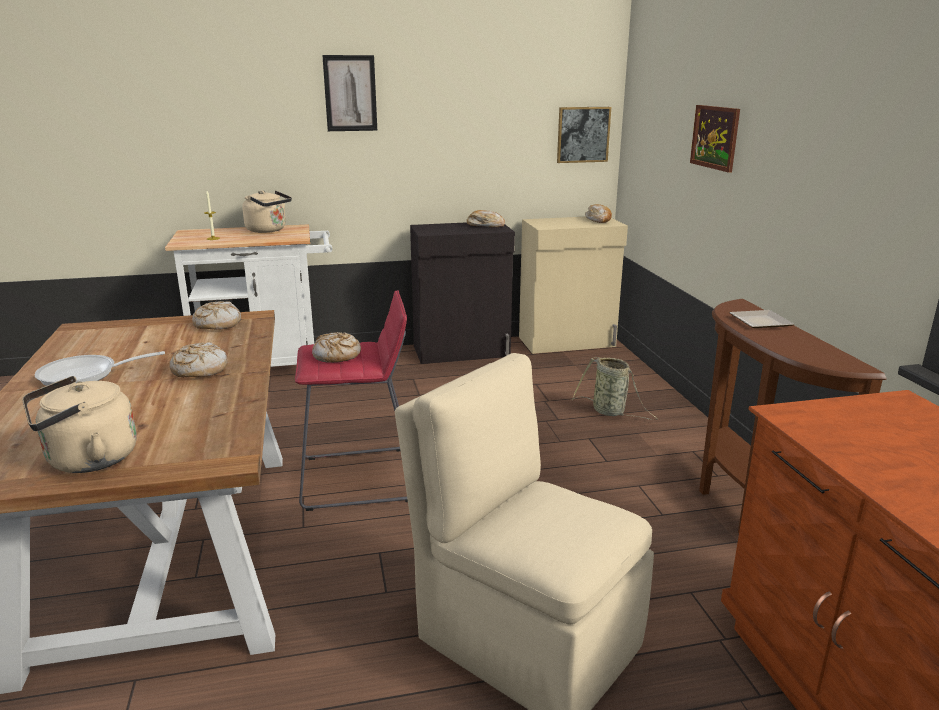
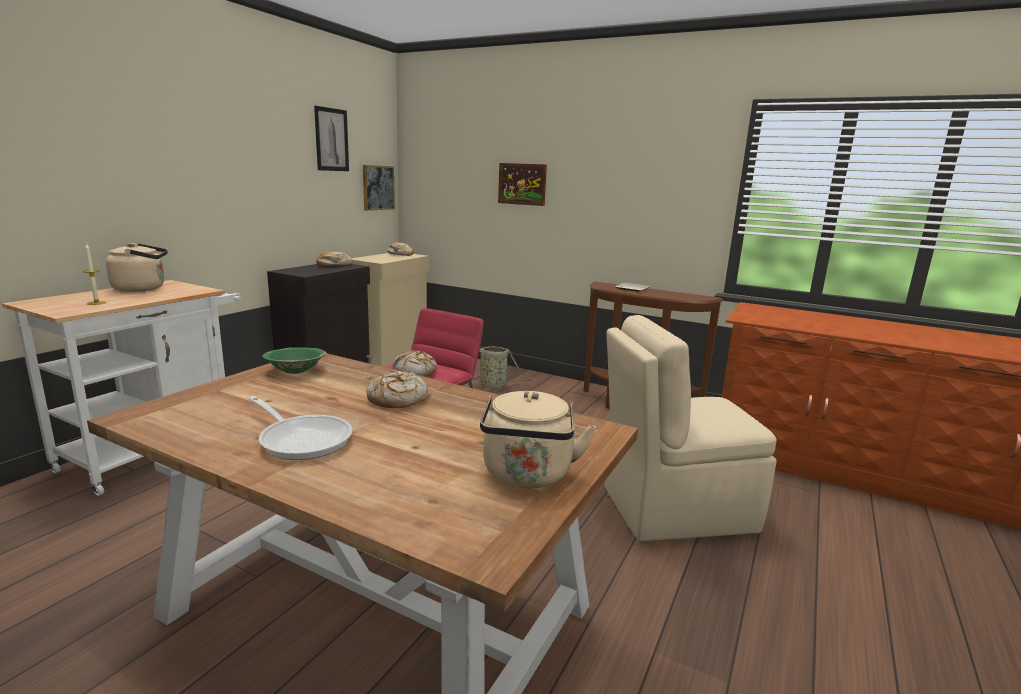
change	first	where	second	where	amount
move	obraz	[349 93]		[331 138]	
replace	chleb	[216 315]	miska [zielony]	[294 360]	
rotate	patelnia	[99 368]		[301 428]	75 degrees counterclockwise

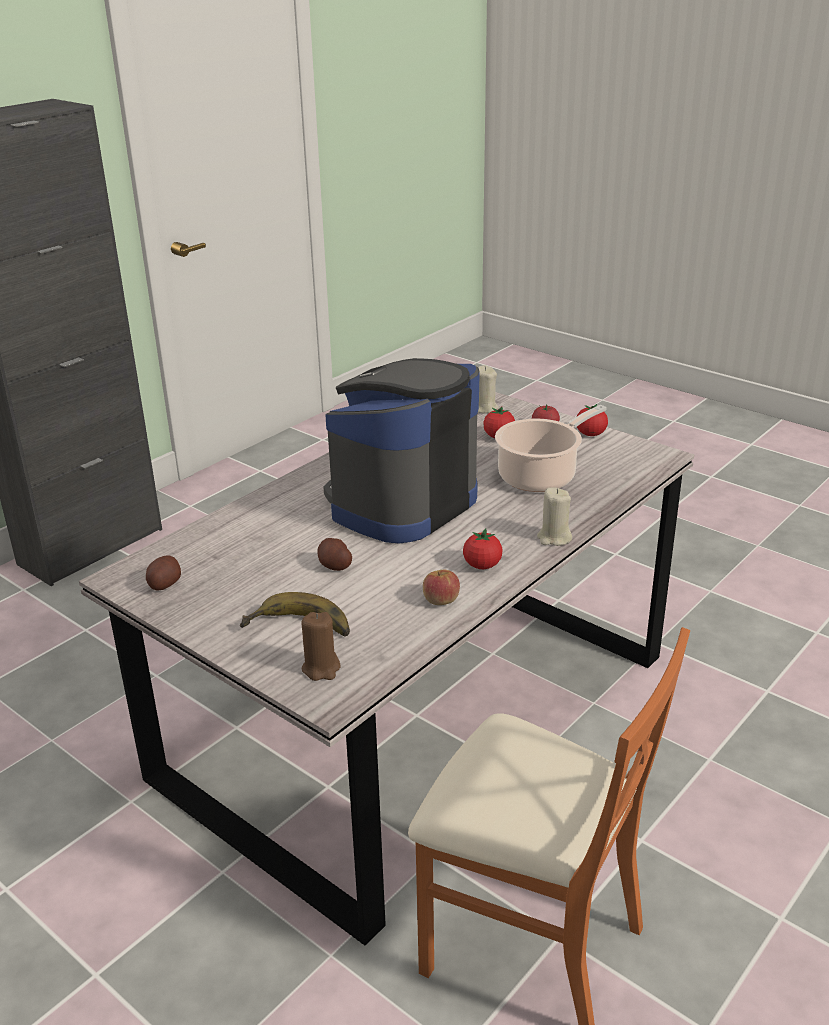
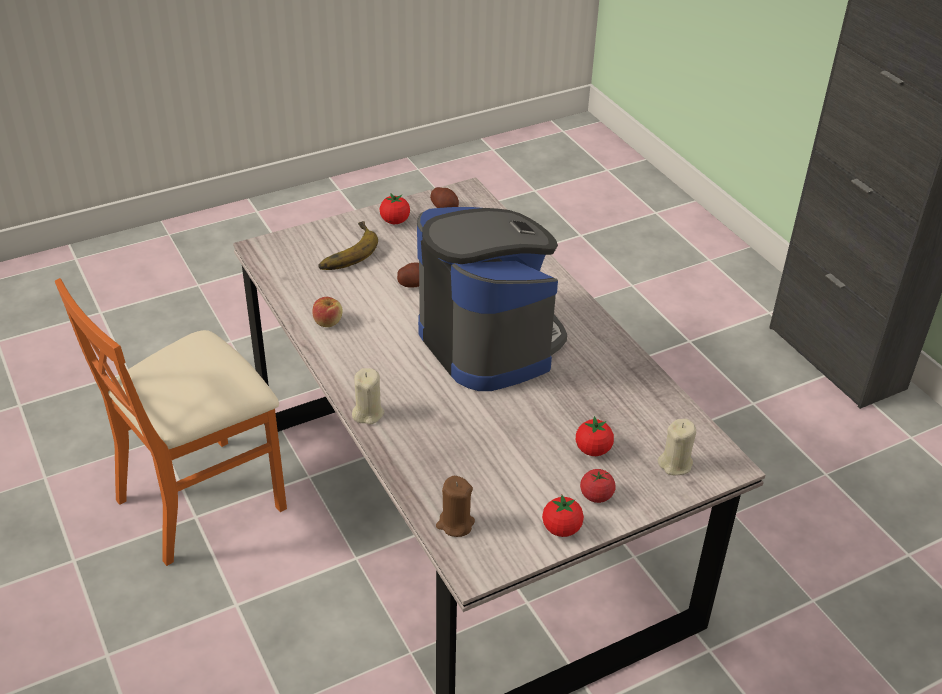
change	first	where	second	where	amount
delete	garnek	[551 448]			
move	świeca [brązowy]	[320 646]		[455 506]	
move	pomidor	[482 549]		[395 208]	

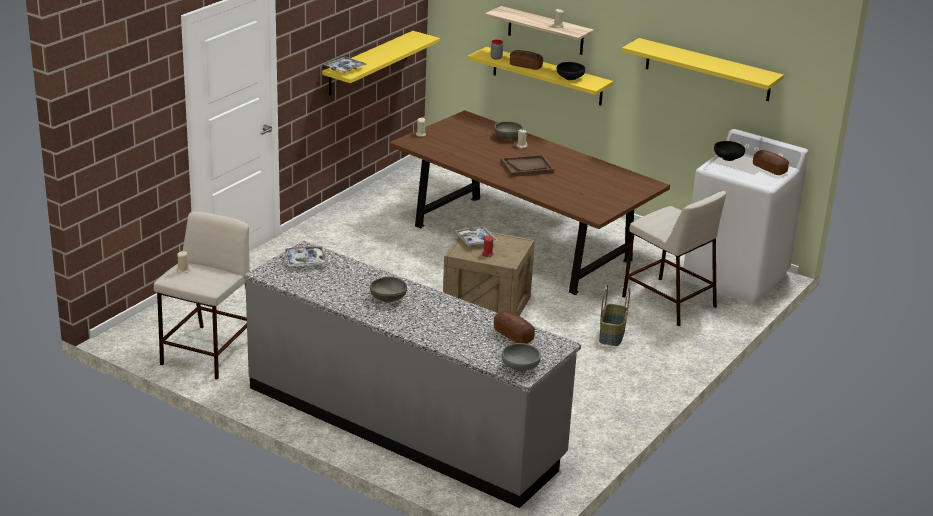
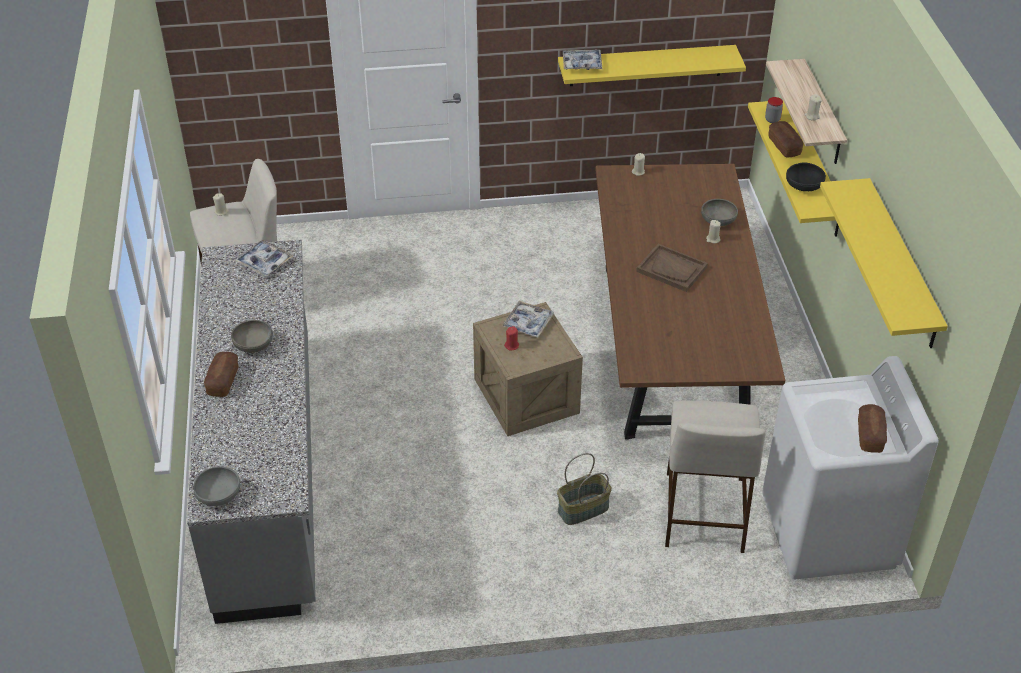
change	first	where	second	where	amount
delete	miska [czarny]	[729 151]			
move	chleb	[514 327]		[221 374]	

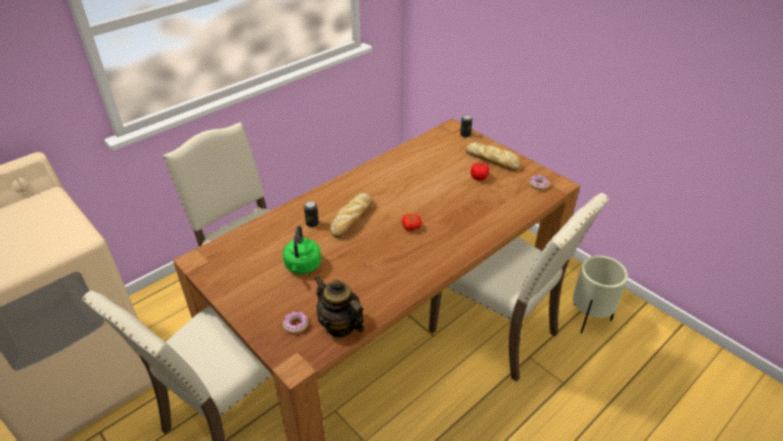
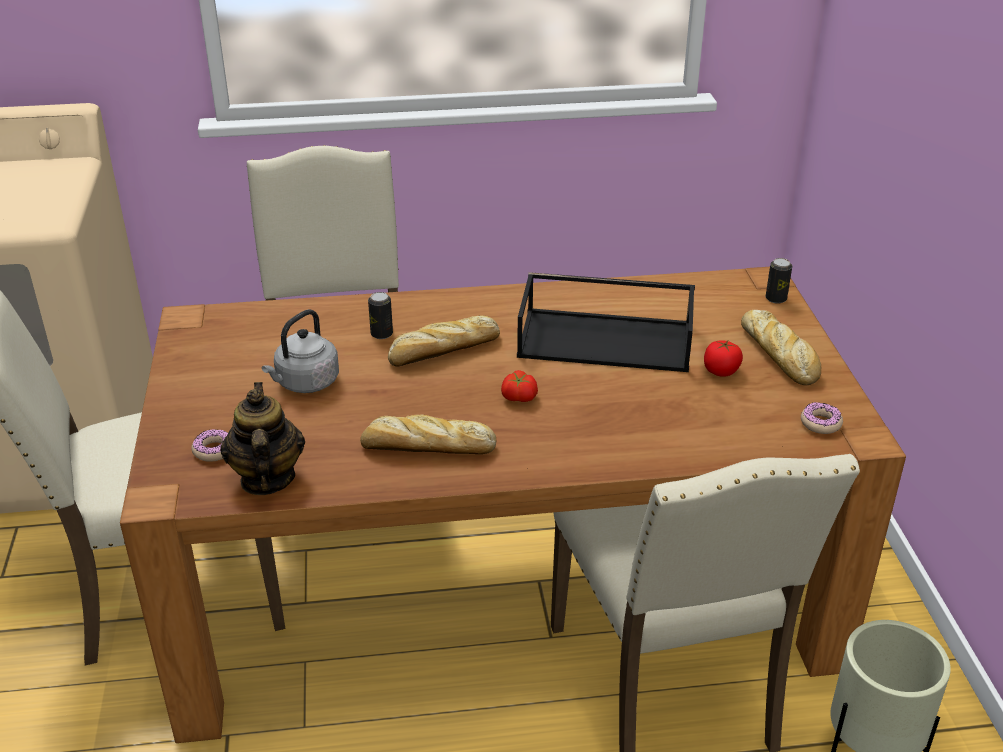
change	first	where	second	where	amount
insert			chleb	[428 434]	
insert			taca [czarny]	[606 322]	
recolor	czajnik [zielony]	[302 250]	czajnik [szary]	[300 351]	

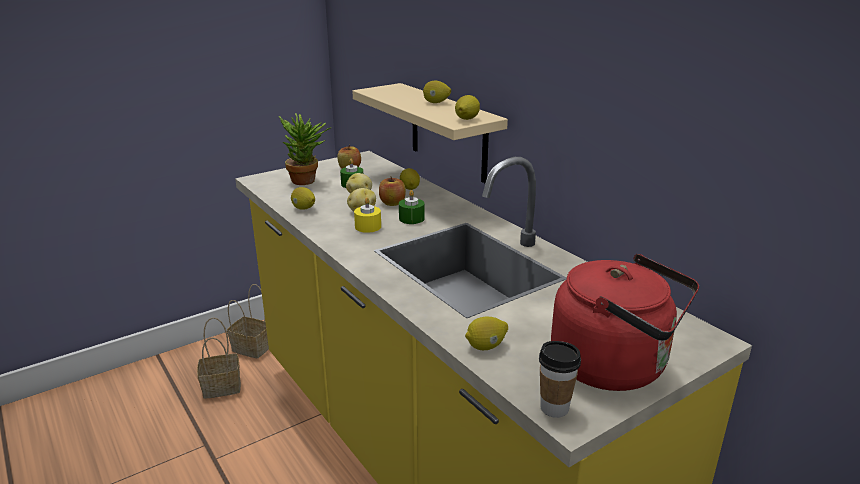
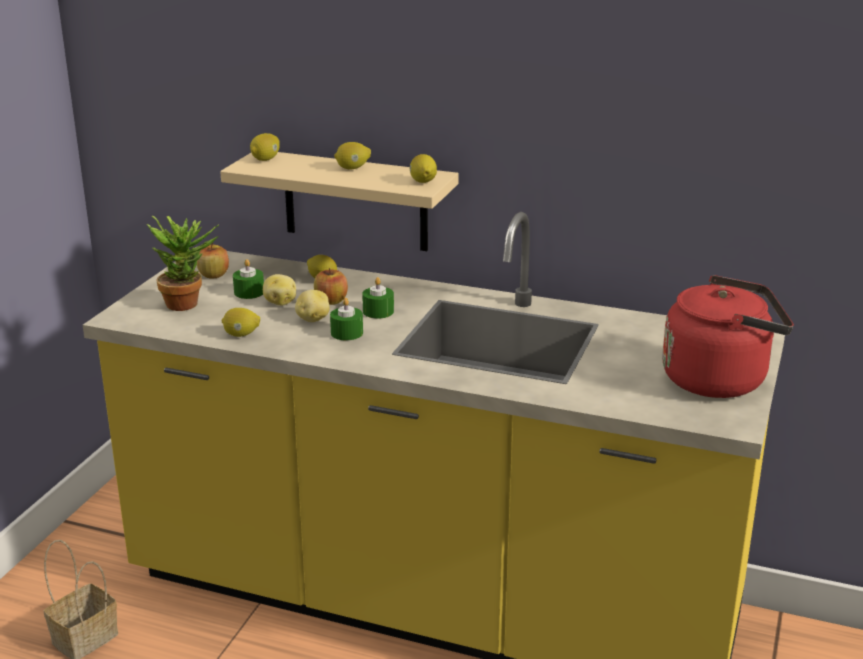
change	first	where	second	where	amount
delete	koszyk	[248 321]			
delete	filiżanka	[560 379]			
move	cytryna	[486 333]		[265 147]	
recolor	świeca [żółty]	[367 215]	świeca [zielony]	[346 319]	

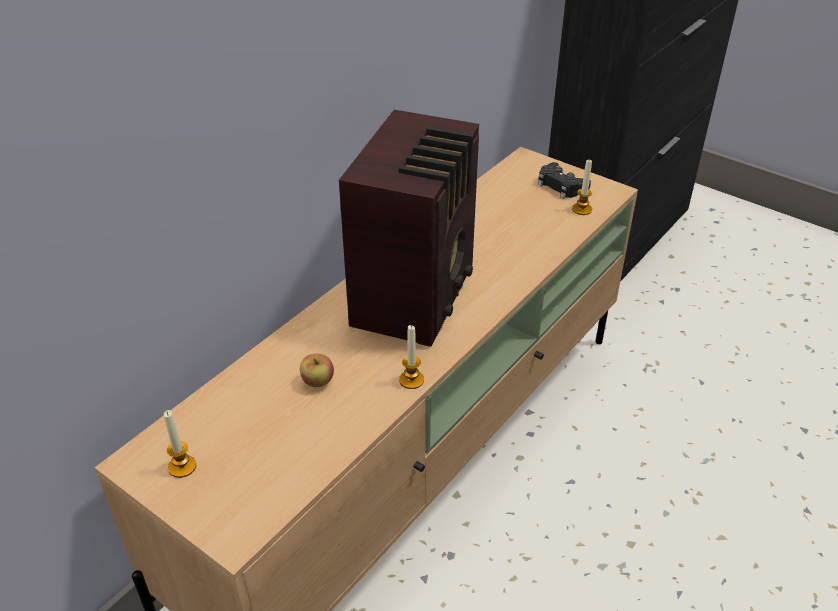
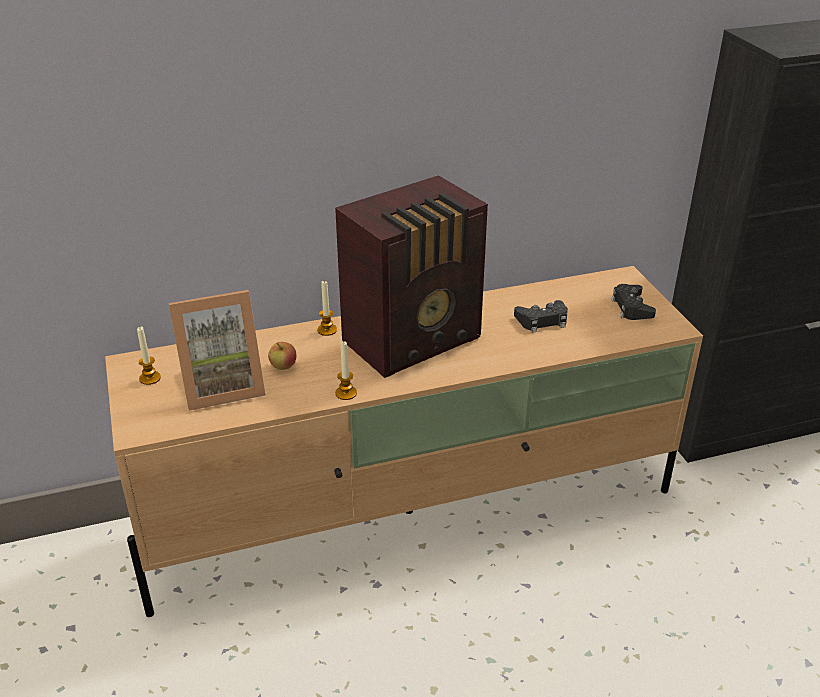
change	first	where	second	where	amount
insert			ramka na zdjęcie	[217 350]	
insert			pad do gier [czarny]	[541 316]	
move	świeca	[582 187]		[327 308]	

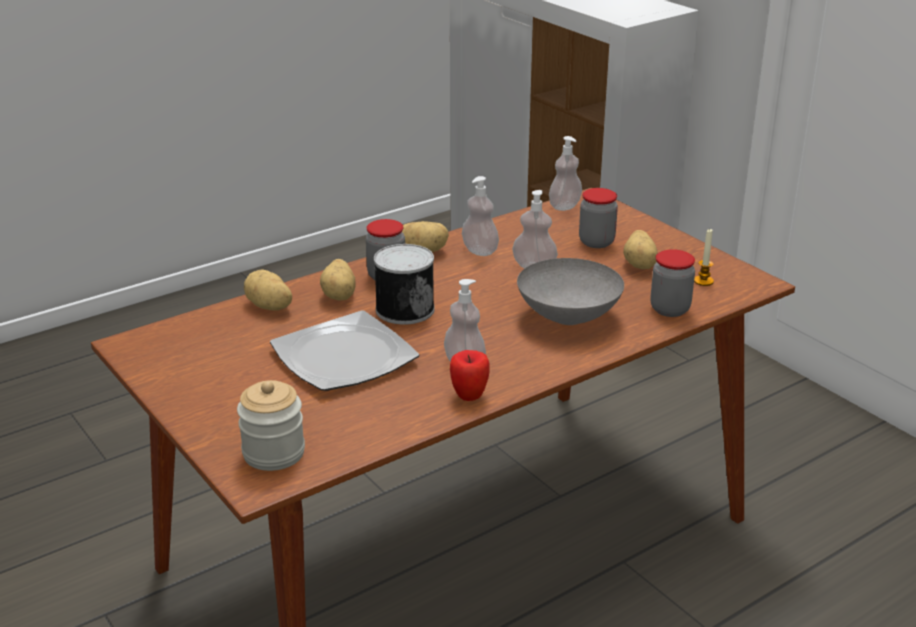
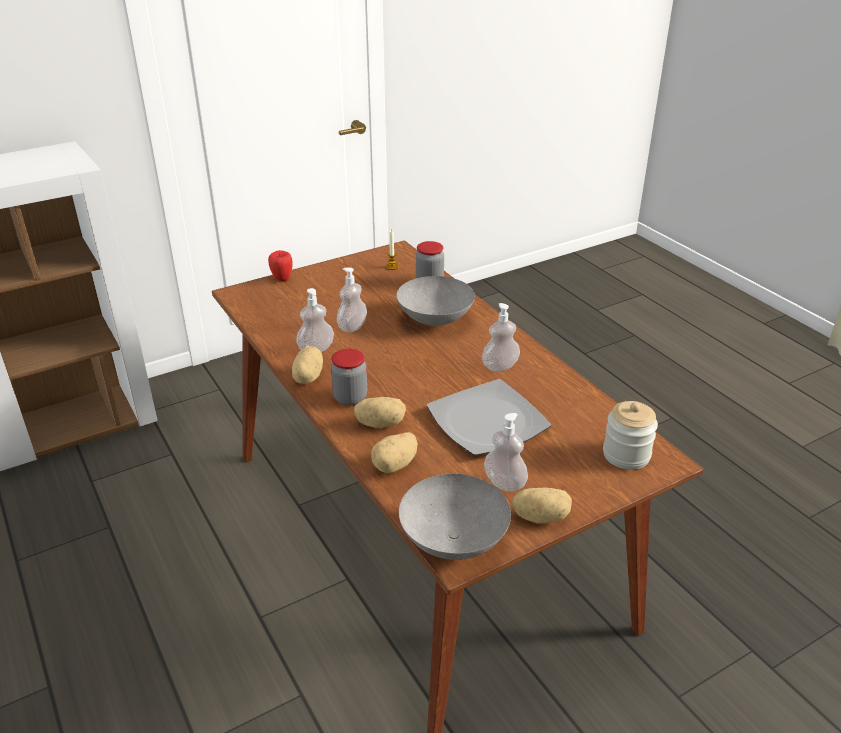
change	first	where	second	where	amount
delete	puszka	[404 284]			
delete	słoik	[598 218]			
insert			miska [szary]	[455 517]	
move	jabłko	[469 375]		[280 265]	
move	dozownik mydła	[565 173]		[506 452]	
move	ziemniak	[640 249]		[542 505]	

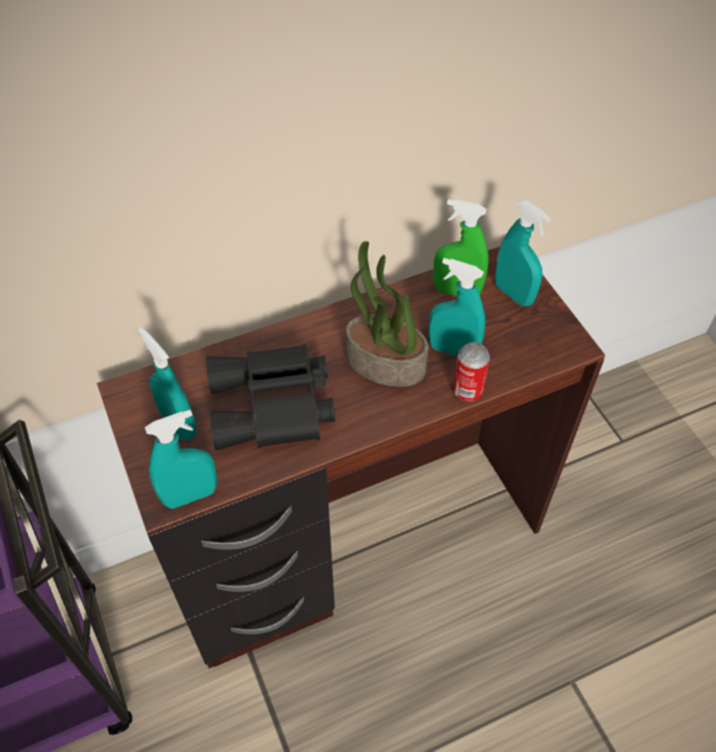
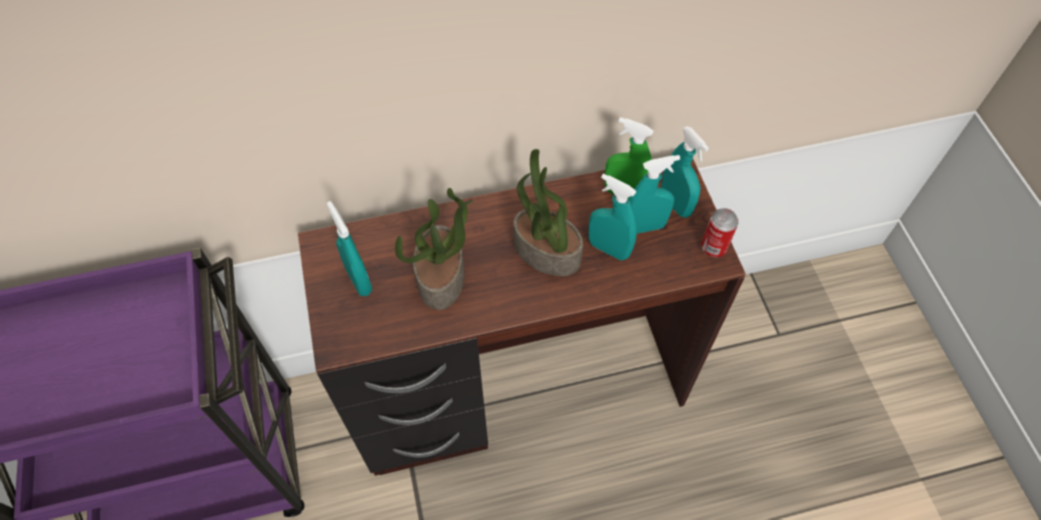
change	first	where	second	where	amount
move	spryskiwacz [turkusowy]	[181 459]		[654 194]	
move	puszka	[471 372]		[719 233]	
replace	lornetka [czarny]	[270 397]	roślina doniczkowa	[434 249]	

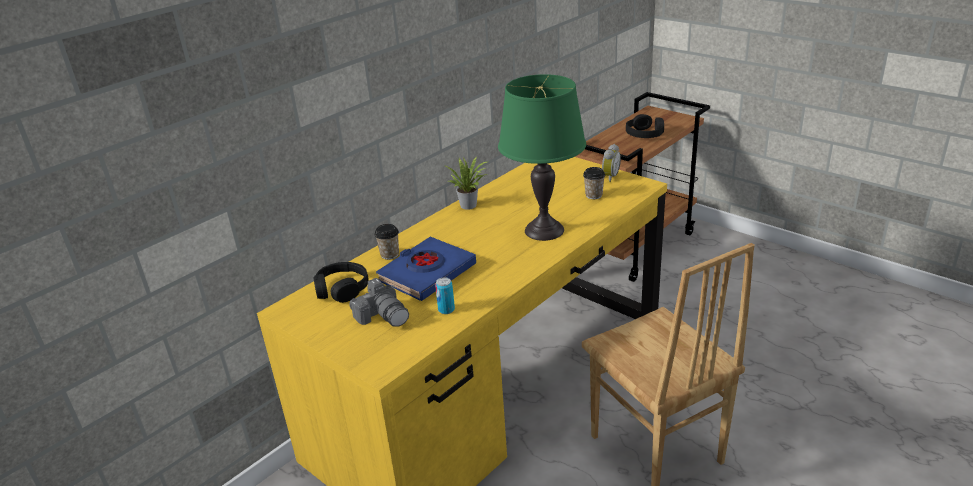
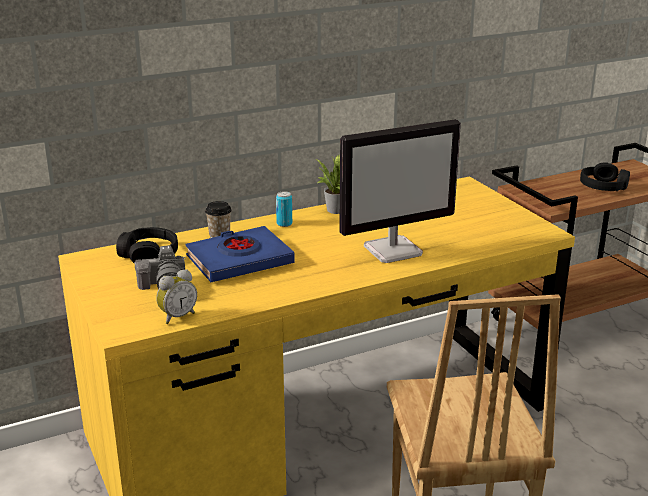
change	first	where	second	where	amount
delete	filiżanka	[594 183]			
move	puszka	[445 295]		[284 209]	
move	budzik	[611 163]		[176 296]	
replace	lampa stołowa [zielony]	[542 157]	monitor	[400 191]	

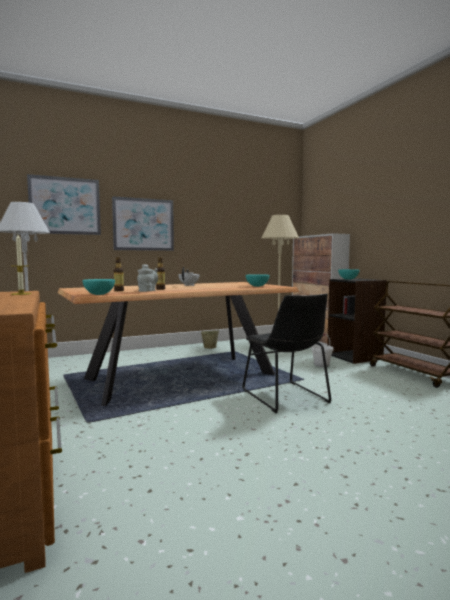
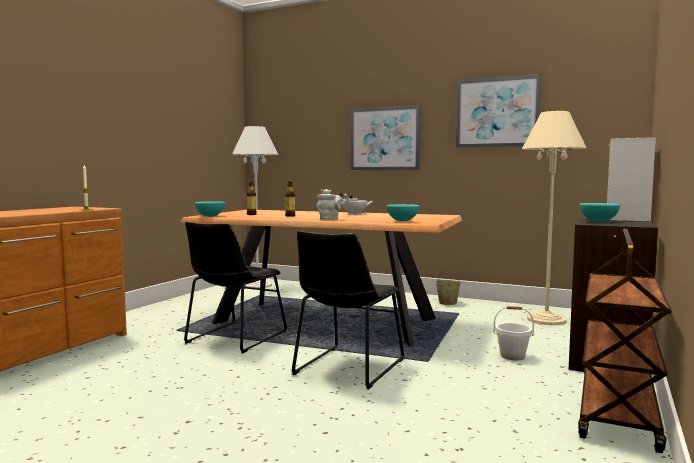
change	first	where	second	where	amount
insert			krzesło [czarny]	[235 287]	
move	obraz	[64 204]		[498 111]	
move	imbryk [szary]	[147 278]		[332 204]	

